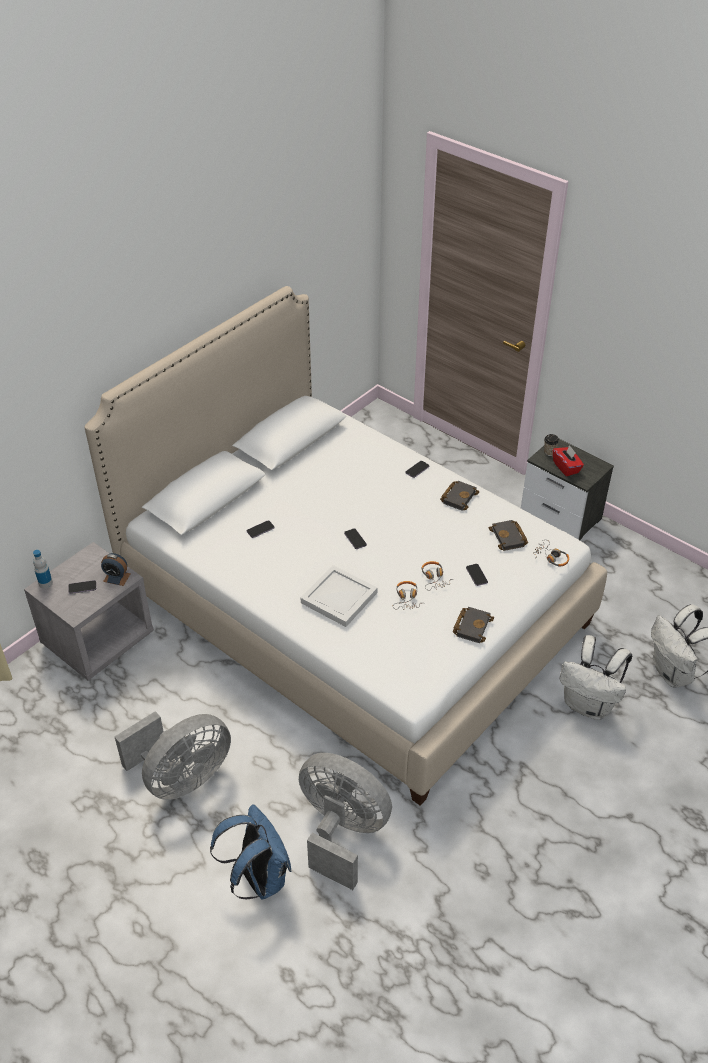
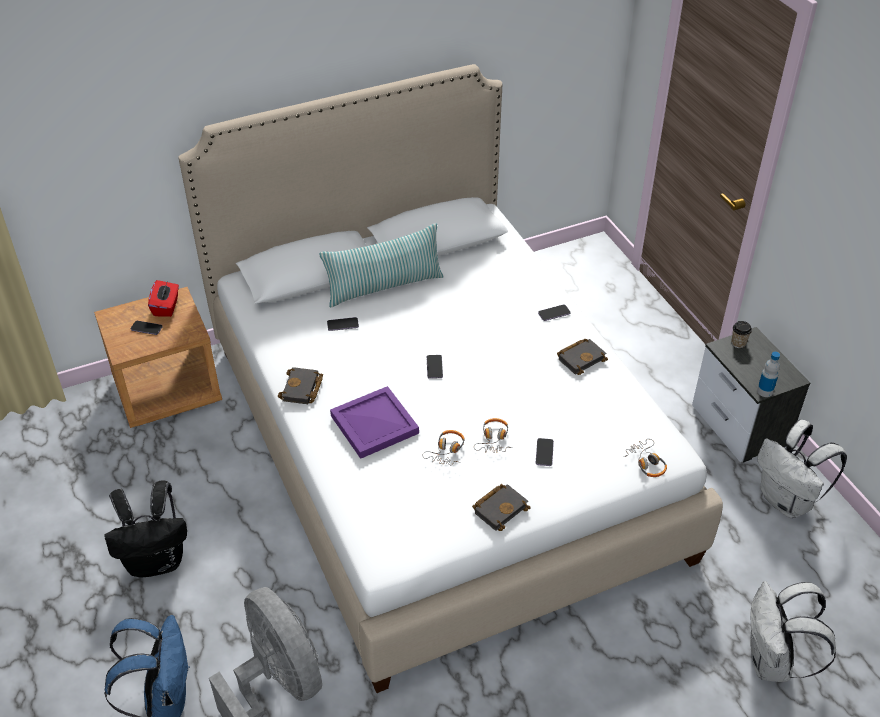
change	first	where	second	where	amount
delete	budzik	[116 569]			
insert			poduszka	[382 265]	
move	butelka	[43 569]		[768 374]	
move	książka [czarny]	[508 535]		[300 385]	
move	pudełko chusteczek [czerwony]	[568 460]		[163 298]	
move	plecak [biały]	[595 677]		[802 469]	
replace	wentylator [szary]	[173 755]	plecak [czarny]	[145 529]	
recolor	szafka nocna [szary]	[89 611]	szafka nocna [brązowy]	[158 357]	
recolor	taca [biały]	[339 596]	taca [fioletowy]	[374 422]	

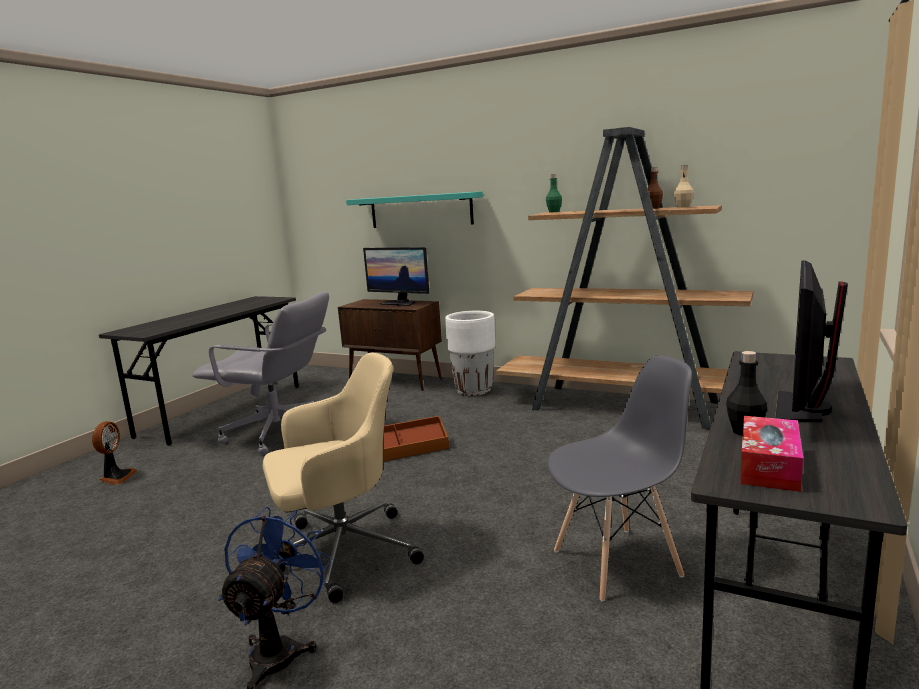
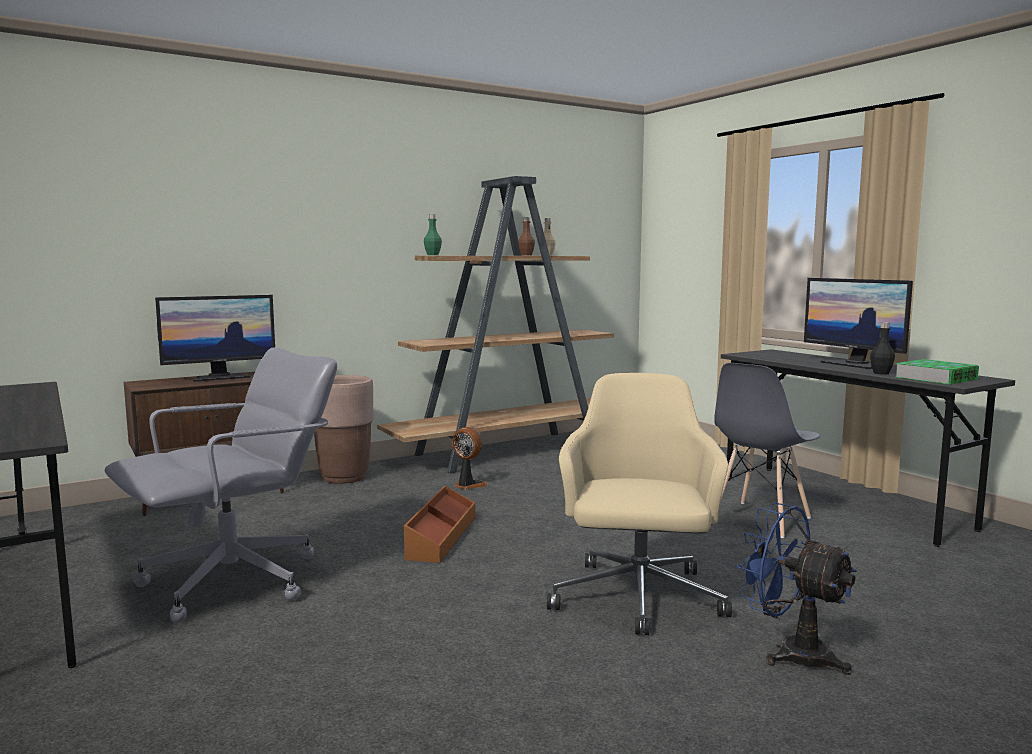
change	first	where	second	where	amount
delete	półka [turkusowy]	[414 209]			
move	wentylator	[115 453]		[470 458]	
replace	pudełko chusteczek	[771 454]	książka	[937 372]	
recolor	donica [biały]	[470 353]	donica [brązowy]	[343 429]	
rotate	krzesło [szary]	[619 478]		[767 450]	150 degrees counterclockwise

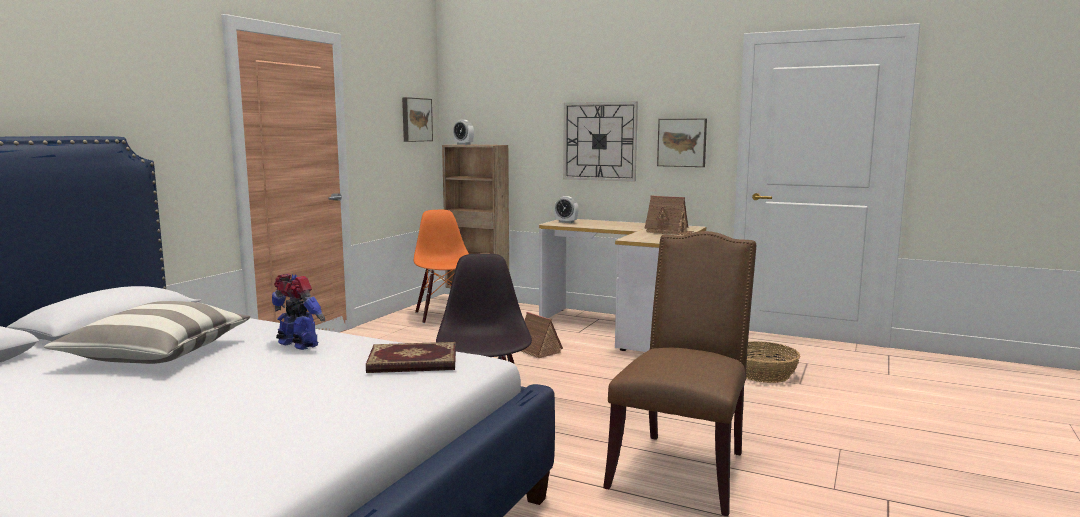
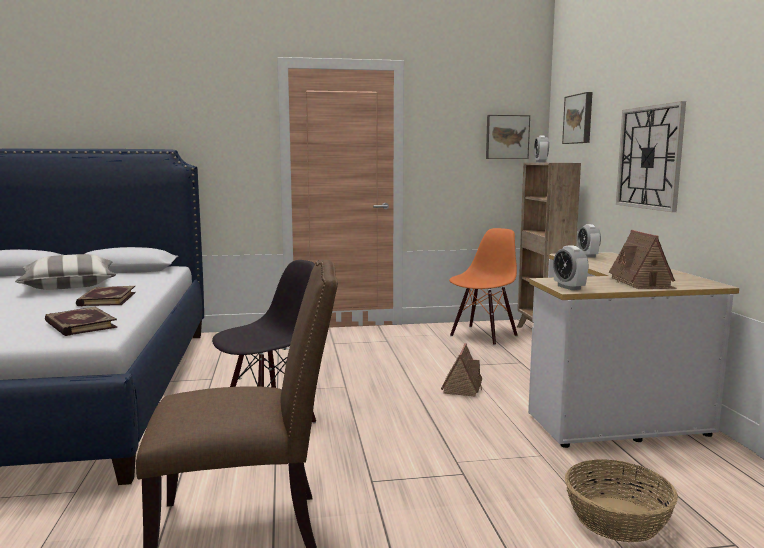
change	first	where	second	where	amount
insert			budzik	[570 267]	
move	obraz	[682 143]		[577 118]	
replace	robot zabawkowy	[298 311]	książka	[106 296]	

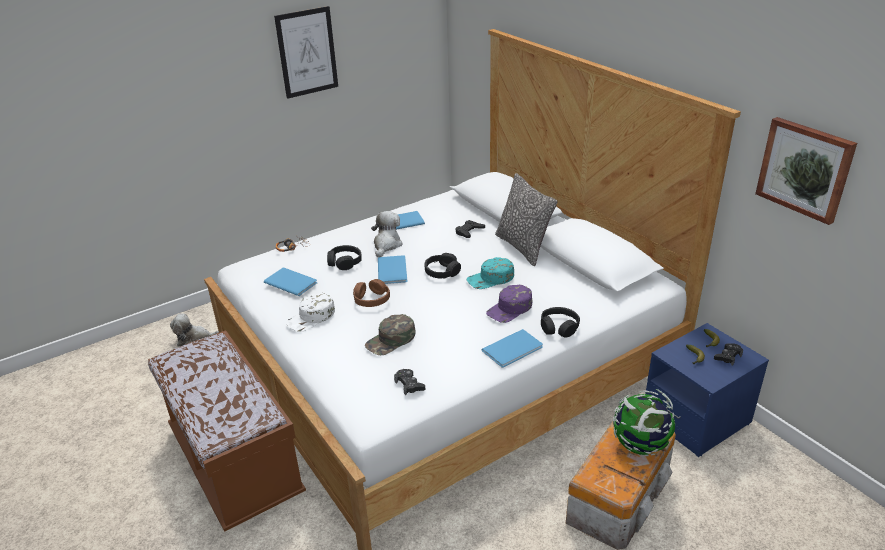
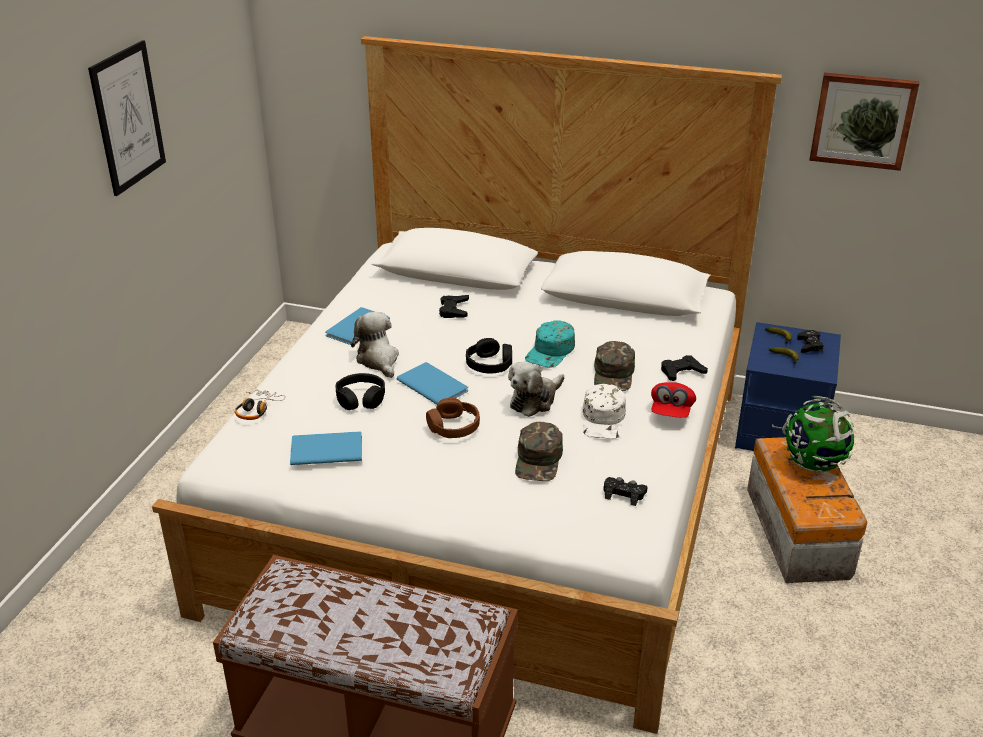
change	first	where	second	where	amount
delete	poduszka	[526 219]			
move	pluszak	[194 330]		[536 389]	
move	czapka z daszkiem [biały]	[310 312]		[604 411]	
replace	książka [niebieski]	[512 348]	czapka z daszkiem [czerwony]	[673 400]	
replace	słuchawki [czarny]	[560 322]	pad do gier [czarny]	[684 368]	
recolor	czapka z daszkiem [fioletowy]	[509 304]	czapka z daszkiem [zielony]	[614 366]	

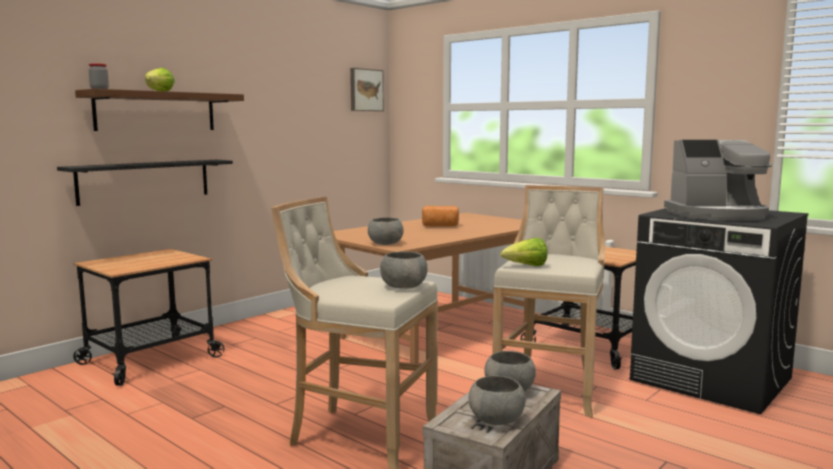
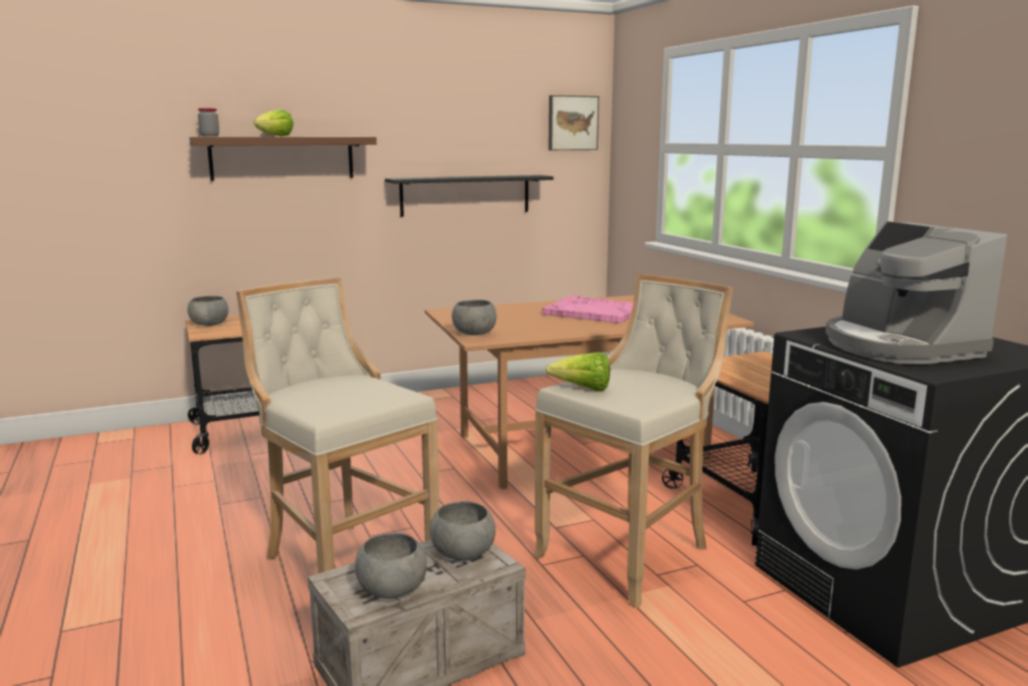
change	first	where	second	where	amount
move	półka [czarny]	[145 183]		[469 196]	
move	miska [szary]	[404 270]		[208 311]	
replace	chleb	[440 216]	taca [różowy]	[587 309]	
rotate	ekspres do kawy	[718 180]		[916 292]	45 degrees clockwise

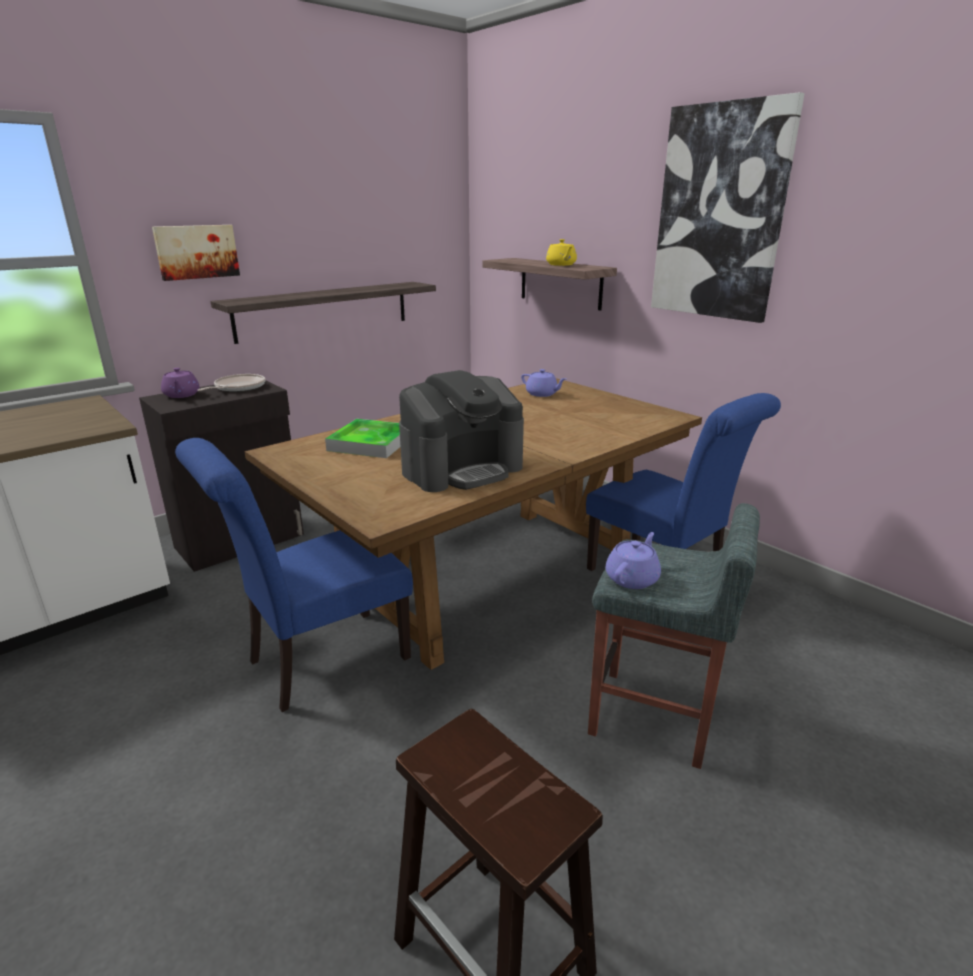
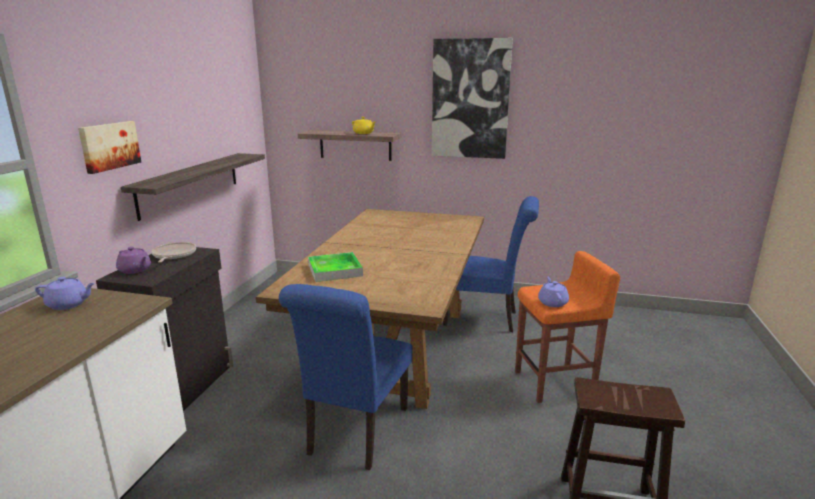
change	first	where	second	where	amount
delete	ekspres do kawy	[461 431]			
move	imbryk [fioletowy]	[543 383]		[65 293]	
recolor	stołek [szary]	[674 636]	stołek [pomarańczowy]	[567 327]	

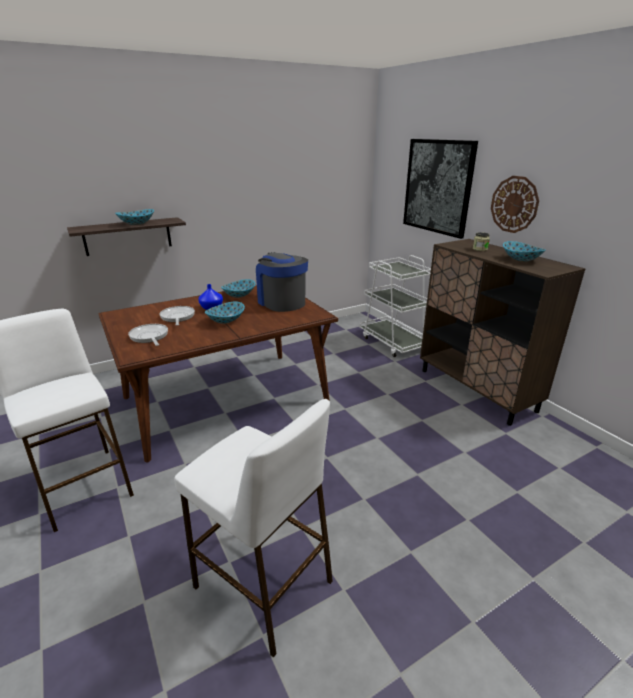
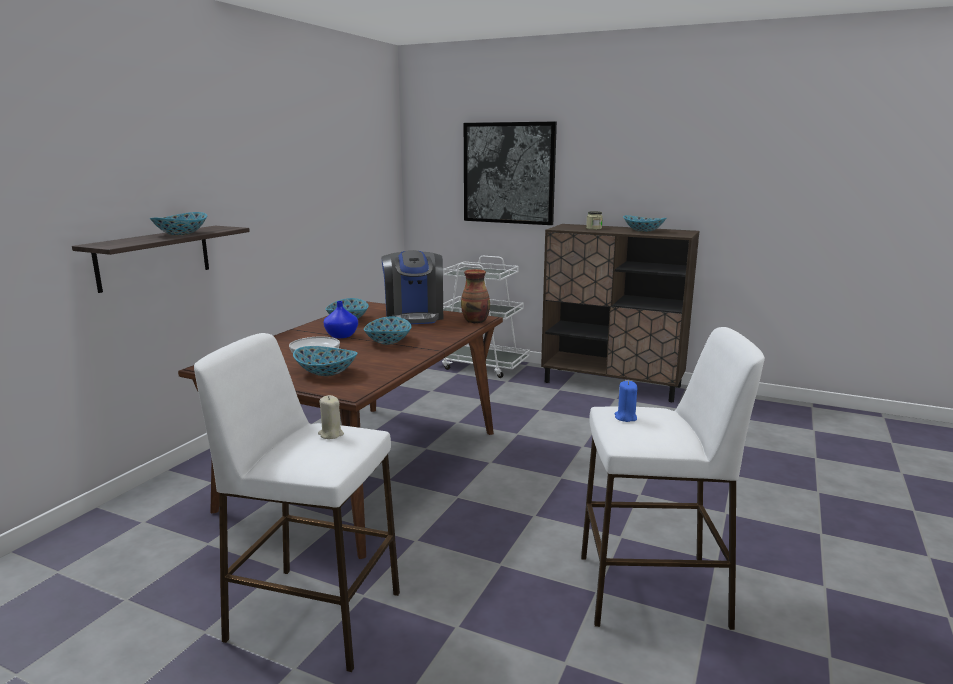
change	first	where	second	where	amount
delete	zegar ścienny	[515 204]			
insert			świeca [beżowy]	[331 417]	
insert			wazon	[475 296]	
insert			świeca [niebieski]	[626 401]	
replace	patelnia	[148 335]	miska	[325 361]	
rotate	ekspres do kawy	[282 282]		[412 287]	120 degrees counterclockwise

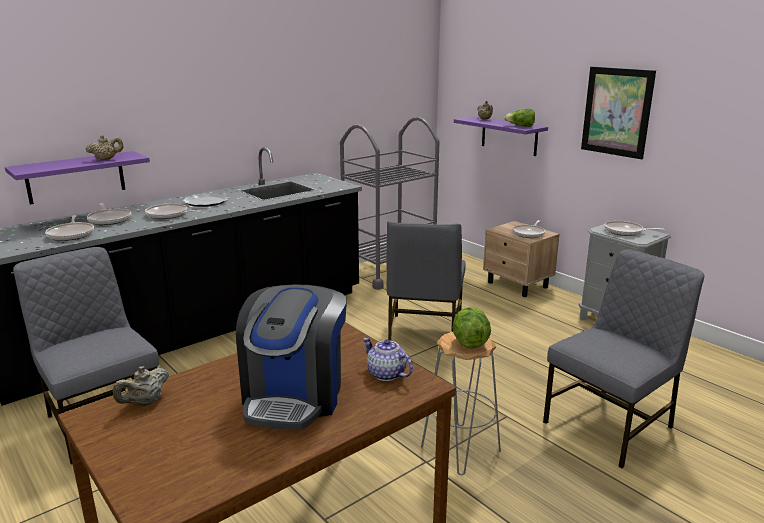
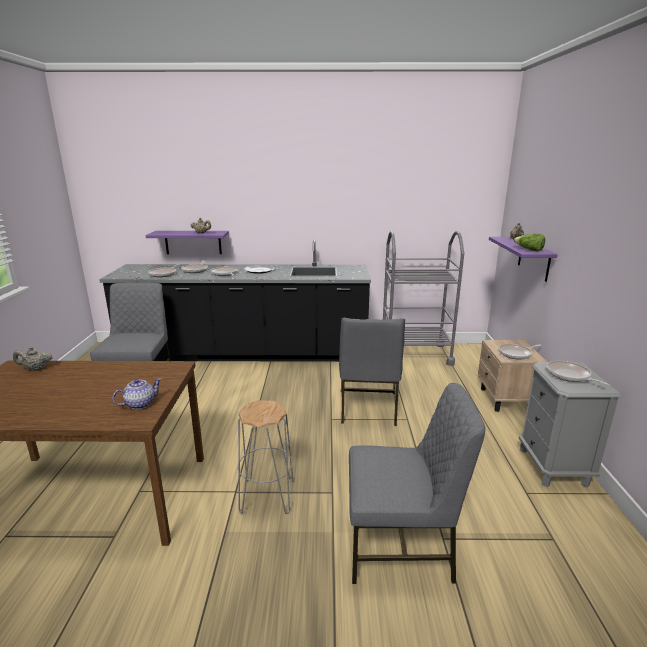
change	first	where	second	where	amount
delete	ekspres do kawy	[291 357]			
delete	sałata	[472 327]			
delete	obraz	[618 112]			
rotate	imbryk	[388 359]		[136 393]	60 degrees clockwise
rotate	krzesło [szary]	[426 281]		[372 372]	45 degrees counterclockwise

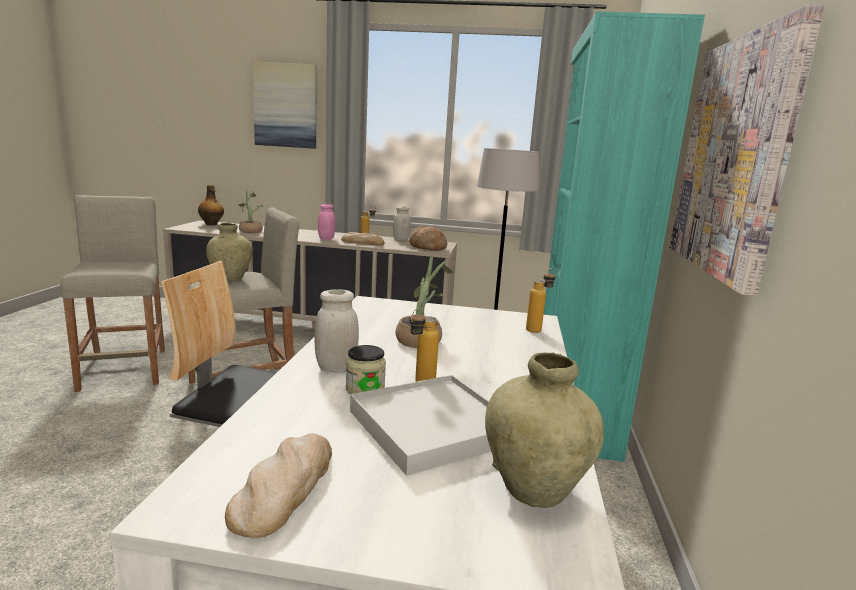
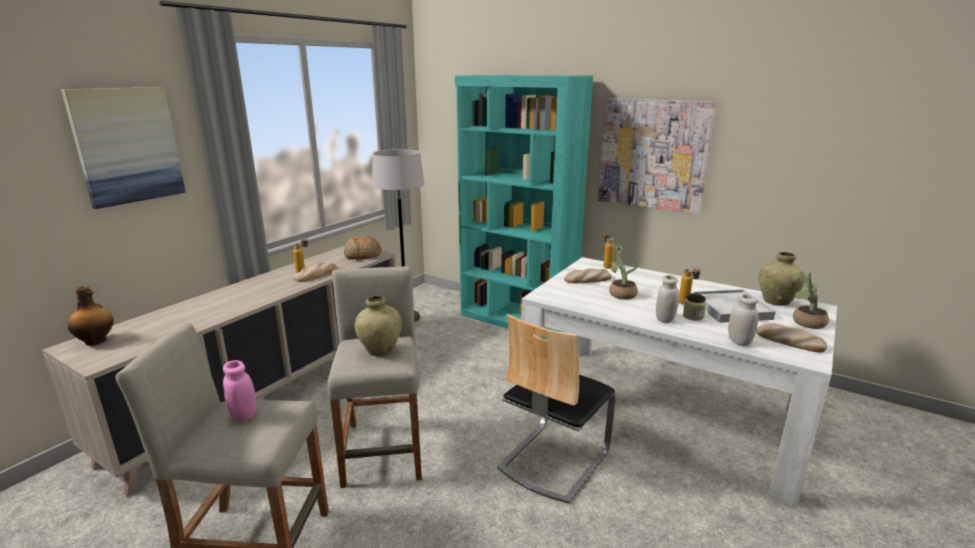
change	first	where	second	where	amount
insert			chleb	[588 275]	
move	roślina doniczkowa	[250 211]		[810 300]	
move	słoik [różowy]	[327 222]		[239 390]	
move	słoik [biały]	[402 223]		[743 320]	

